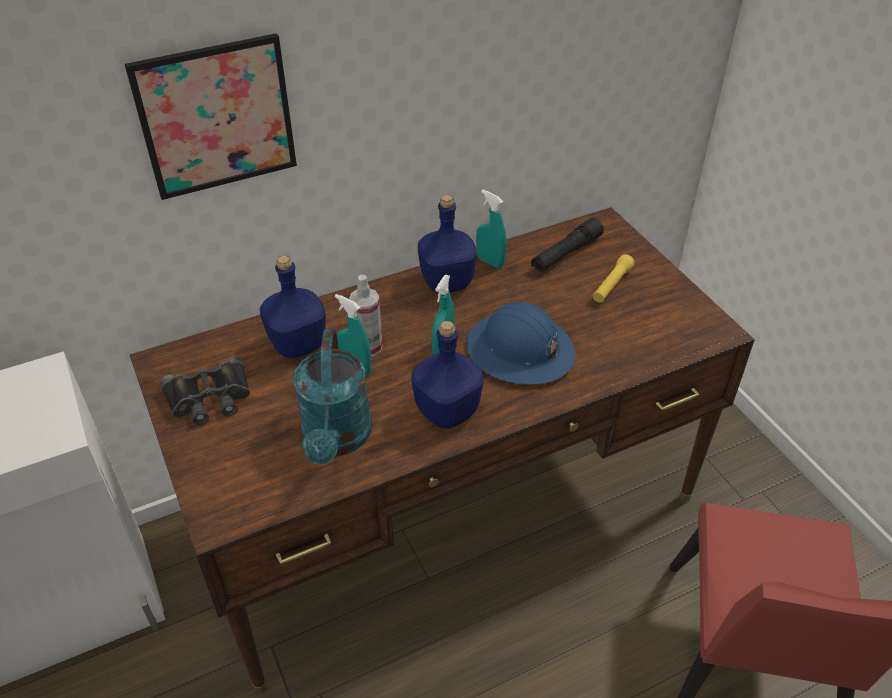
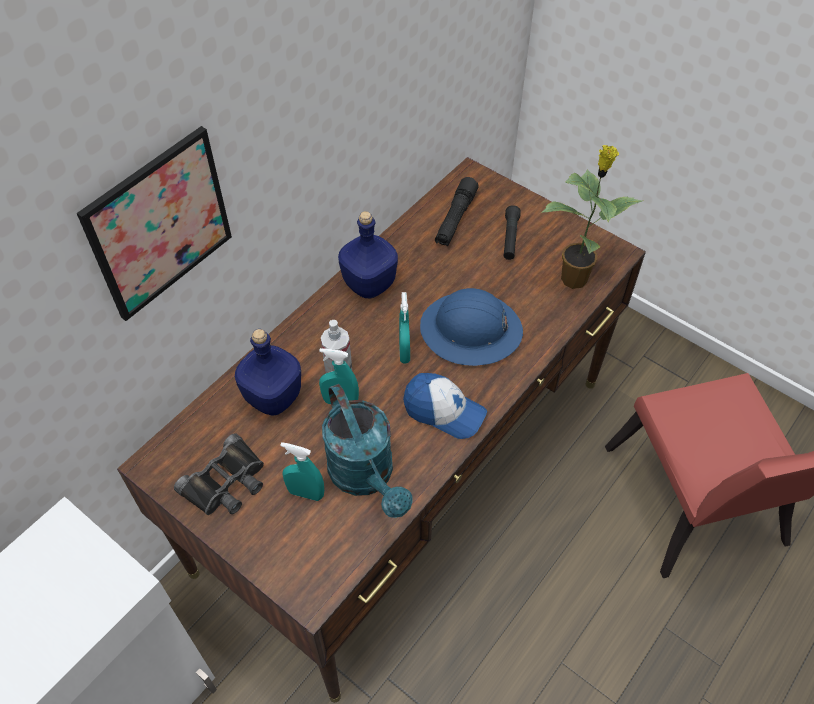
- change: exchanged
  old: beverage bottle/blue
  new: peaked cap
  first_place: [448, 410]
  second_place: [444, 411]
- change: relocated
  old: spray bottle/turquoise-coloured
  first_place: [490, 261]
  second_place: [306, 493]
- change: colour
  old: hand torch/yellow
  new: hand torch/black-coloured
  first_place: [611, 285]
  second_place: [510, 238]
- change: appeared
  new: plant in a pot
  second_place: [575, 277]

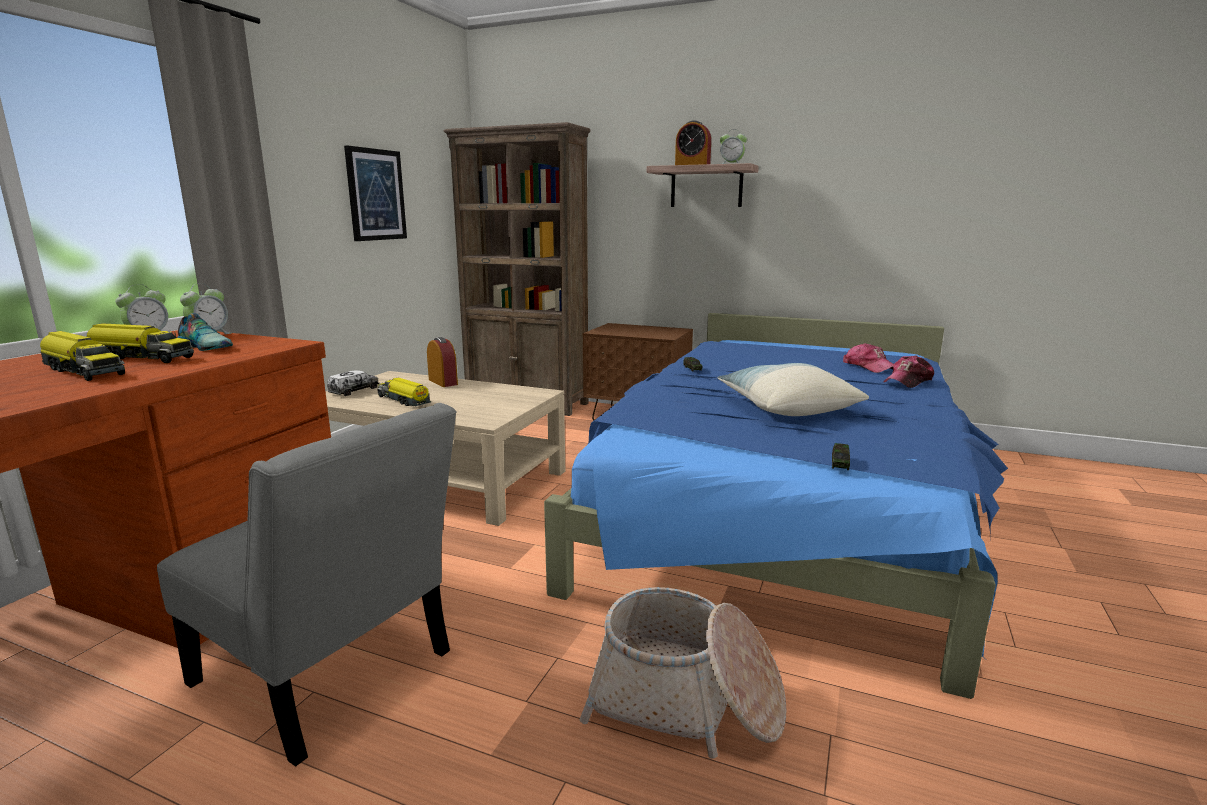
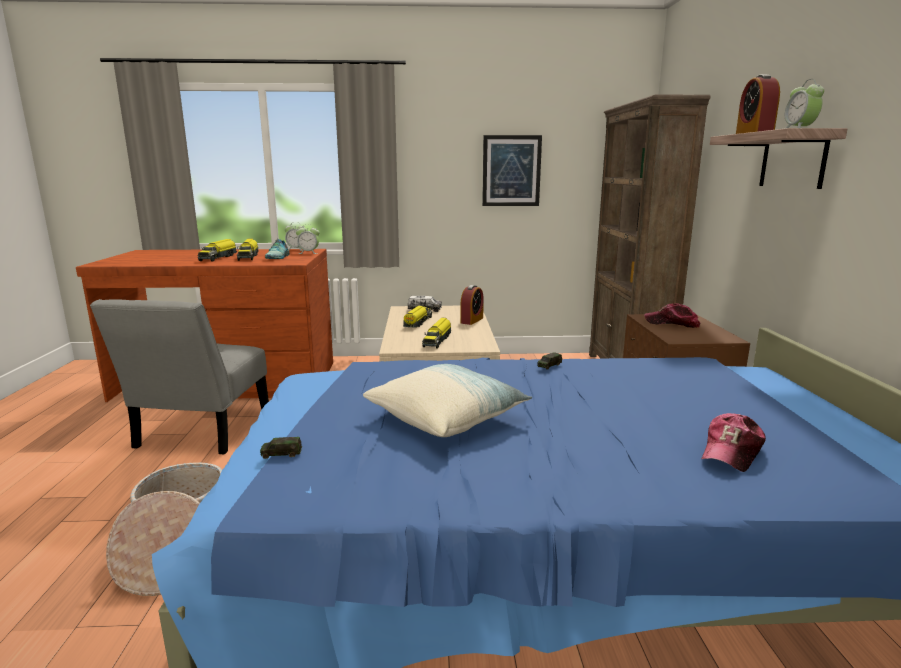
- change: relocated
  old: peaked cap
  first_place: [908, 381]
  second_place: [672, 323]
- change: appeared
  new: toy truck
  second_place: [437, 340]

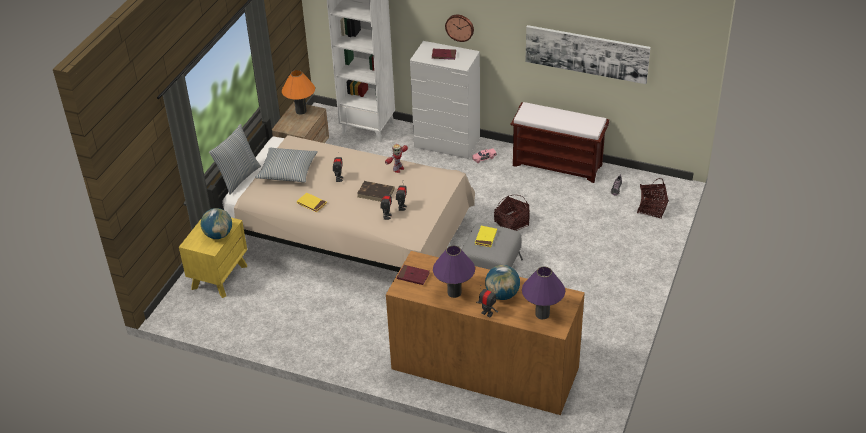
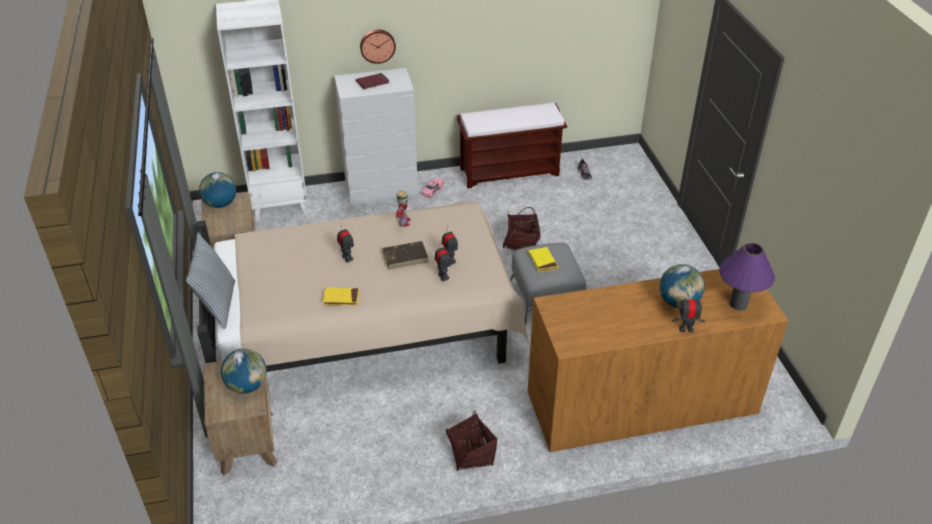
- change: colour
  old: nightstand/yellow
  new: nightstand/brown-coloured
  first_place: [219, 276]
  second_place: [247, 442]
- change: missing
  old: throw pillow
  first_place: [287, 171]
- change: exchanged
  old: lamp for a table/orangey
  new: desk globe
  first_place: [301, 111]
  second_place: [220, 204]
- change: missing
  old: book/red
  first_place: [413, 276]
- change: missing
  old: lamp for a table/purplish
  first_place: [454, 292]
- change: missing
  old: wall art
  first_place: [586, 53]
- change: relocated
  old: household basket
  first_place: [652, 209]
  second_place: [471, 454]

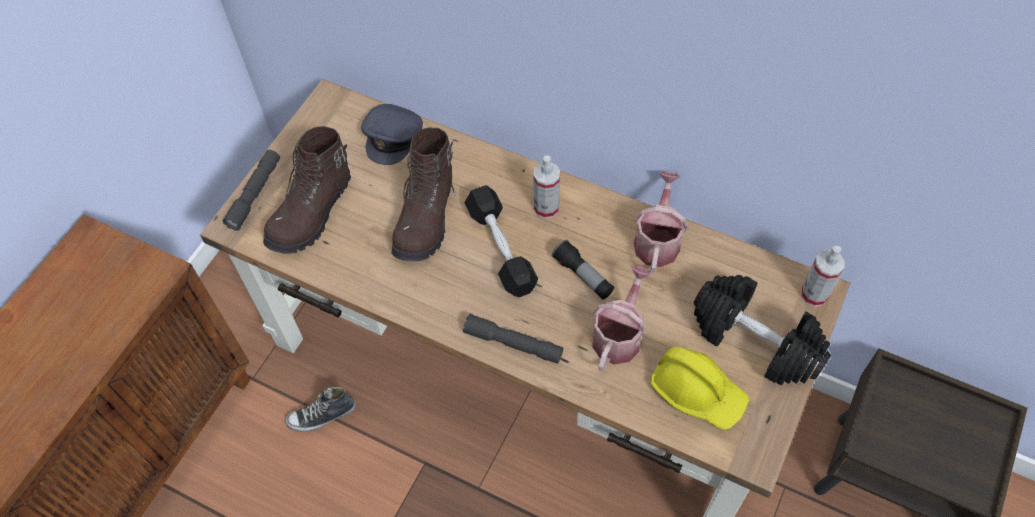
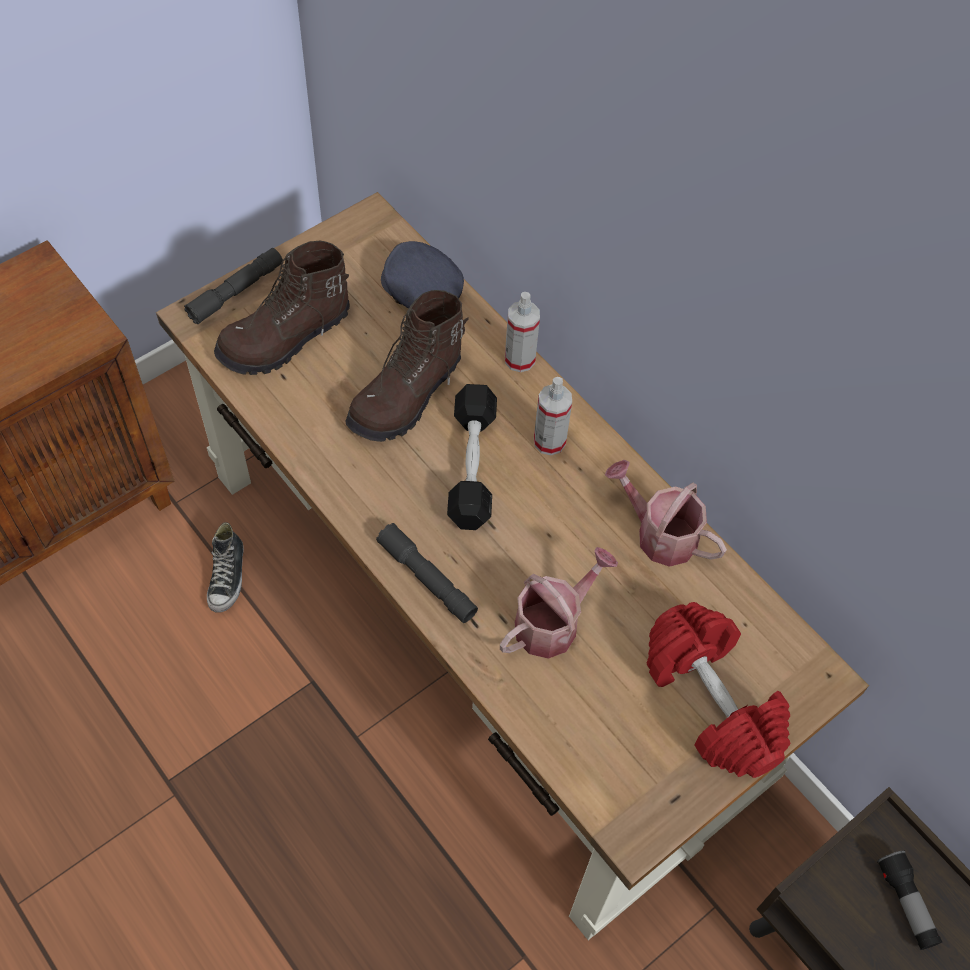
- change: spun
  old: shoe
  first_place: [322, 416]
  second_place: [227, 577]
  degrees: -90
- change: spun
  old: peaked cap/gray
  first_place: [393, 137]
  second_place: [420, 289]
  degrees: 90
- change: relocated
  old: hand torch
  first_place: [583, 276]
  second_place: [906, 904]
- change: spun
  old: sprinkling can
  first_place: [657, 240]
  second_place: [659, 534]
  degrees: -90
- change: missing
  old: hard hat/yellow
  first_place: [697, 392]
- change: colour
  old: free weight/black-coloured
  new: free weight/red
  first_place: [756, 340]
  second_place: [712, 702]
- change: relocated
  old: spray bottle
  first_place: [814, 294]
  second_place: [519, 359]

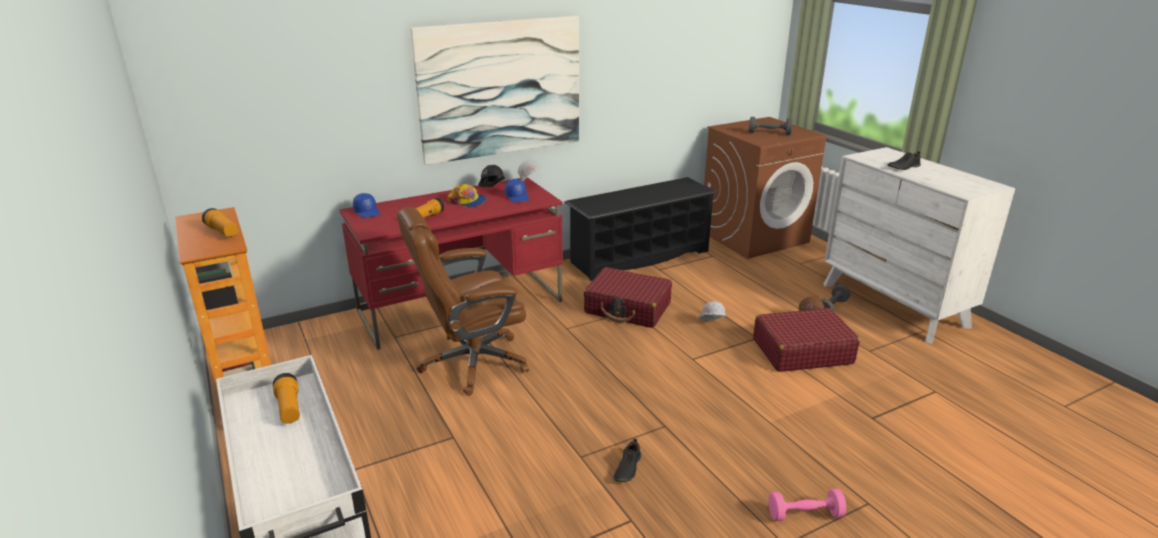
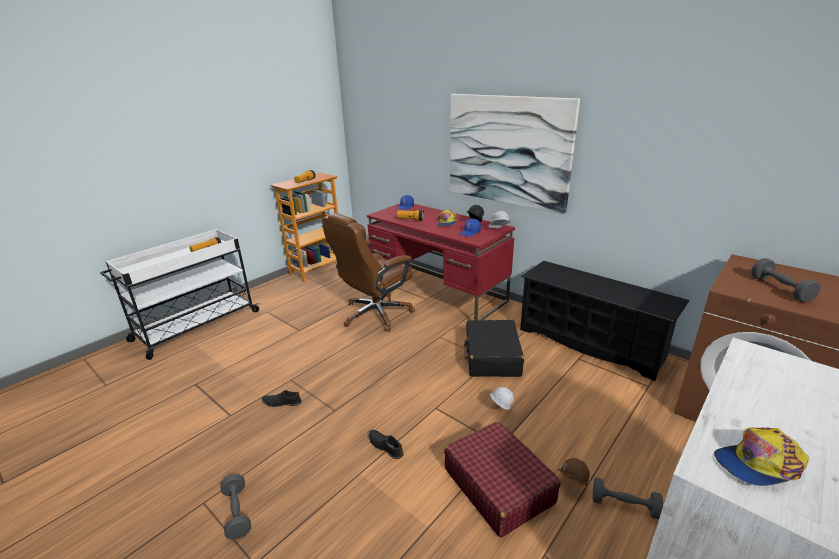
- change: spun
  old: office chair/brown-coloured
  first_place: [471, 363]
  second_place: [375, 314]
  degrees: -90
- change: colour
  old: piece of luggage/red
  new: piece of luggage/black-coloured
  first_place: [628, 308]
  second_place: [492, 357]
- change: colour
  old: free weight/pink-coloured
  new: free weight/gray
  first_place: [804, 514]
  second_place: [237, 513]
- change: relocated
  old: shoe/black-coloured
  first_place: [903, 167]
  second_place: [385, 446]
- change: appeared
  new: peaked cap
  second_place: [758, 463]

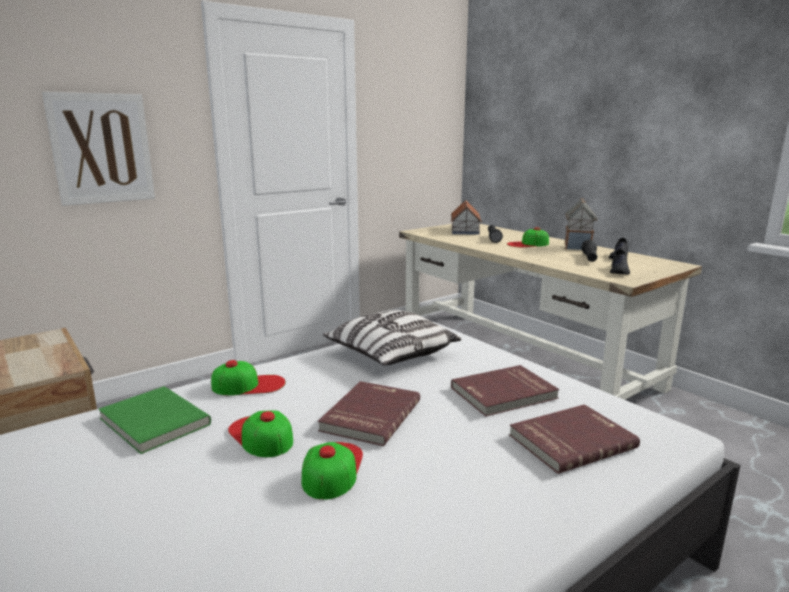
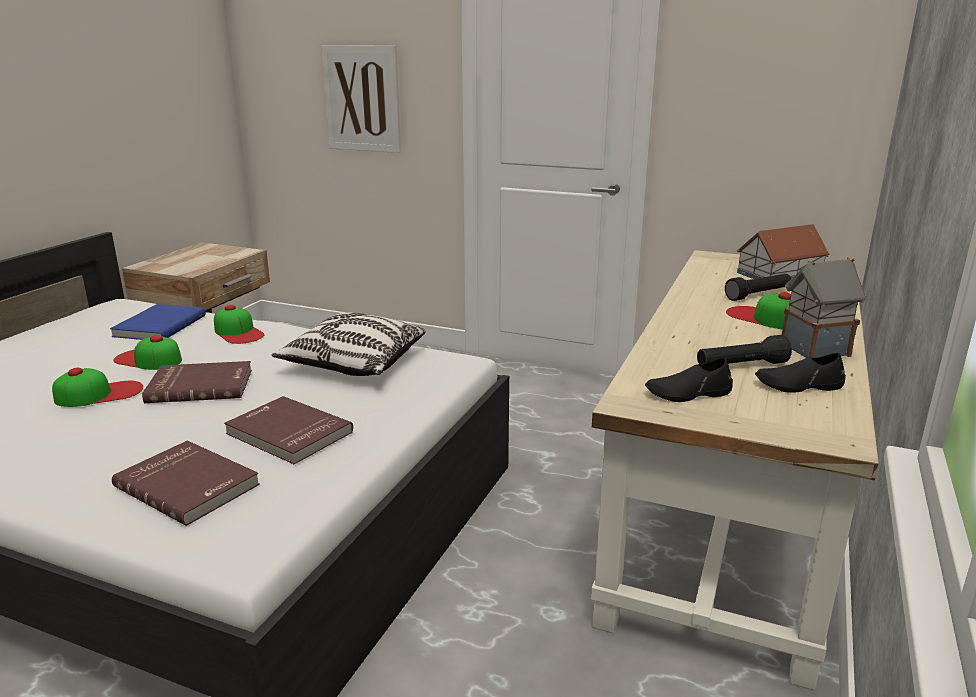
- change: colour
  old: book/green
  new: book/blue
  first_place: [153, 422]
  second_place: [159, 326]
- change: spun
  old: peaked cap
  first_place: [260, 435]
  second_place: [148, 359]
  degrees: -90

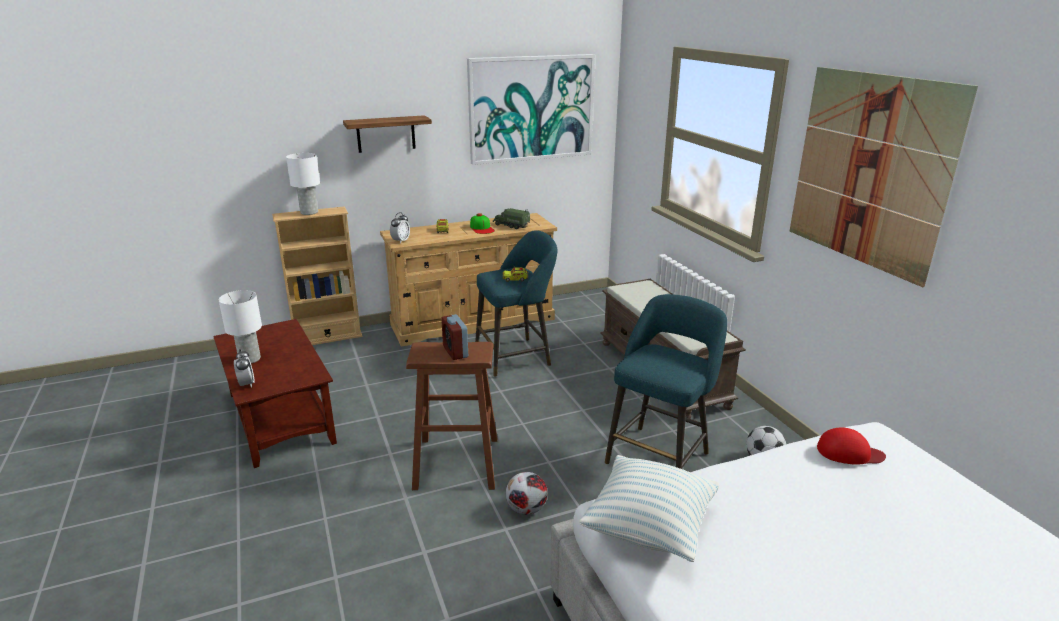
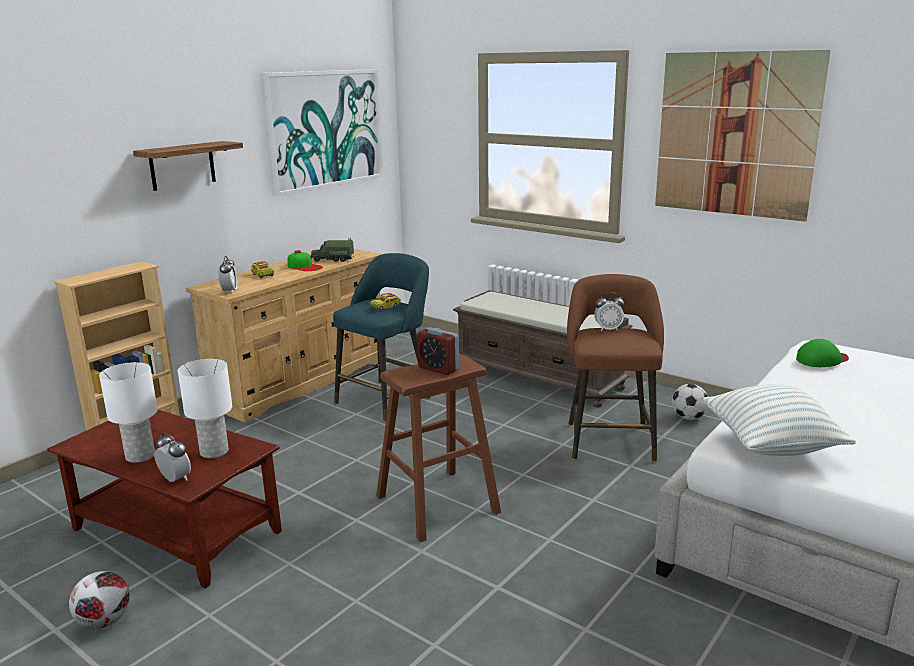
- change: relocated
  old: lamp for a table/white-coloured
  first_place: [309, 212]
  second_place: [214, 451]
- change: relocated
  old: football ball
  first_place: [526, 510]
  second_place: [104, 622]
- change: colour
  old: stool/turquoise-coloured
  new: stool/brown-coloured
  first_place: [660, 455]
  second_place: [609, 439]
- change: colour
  old: peaked cap/red
  new: peaked cap/green
  first_place: [849, 452]
  second_place: [822, 360]
- change: appeared
  new: table clock
  second_place: [608, 329]

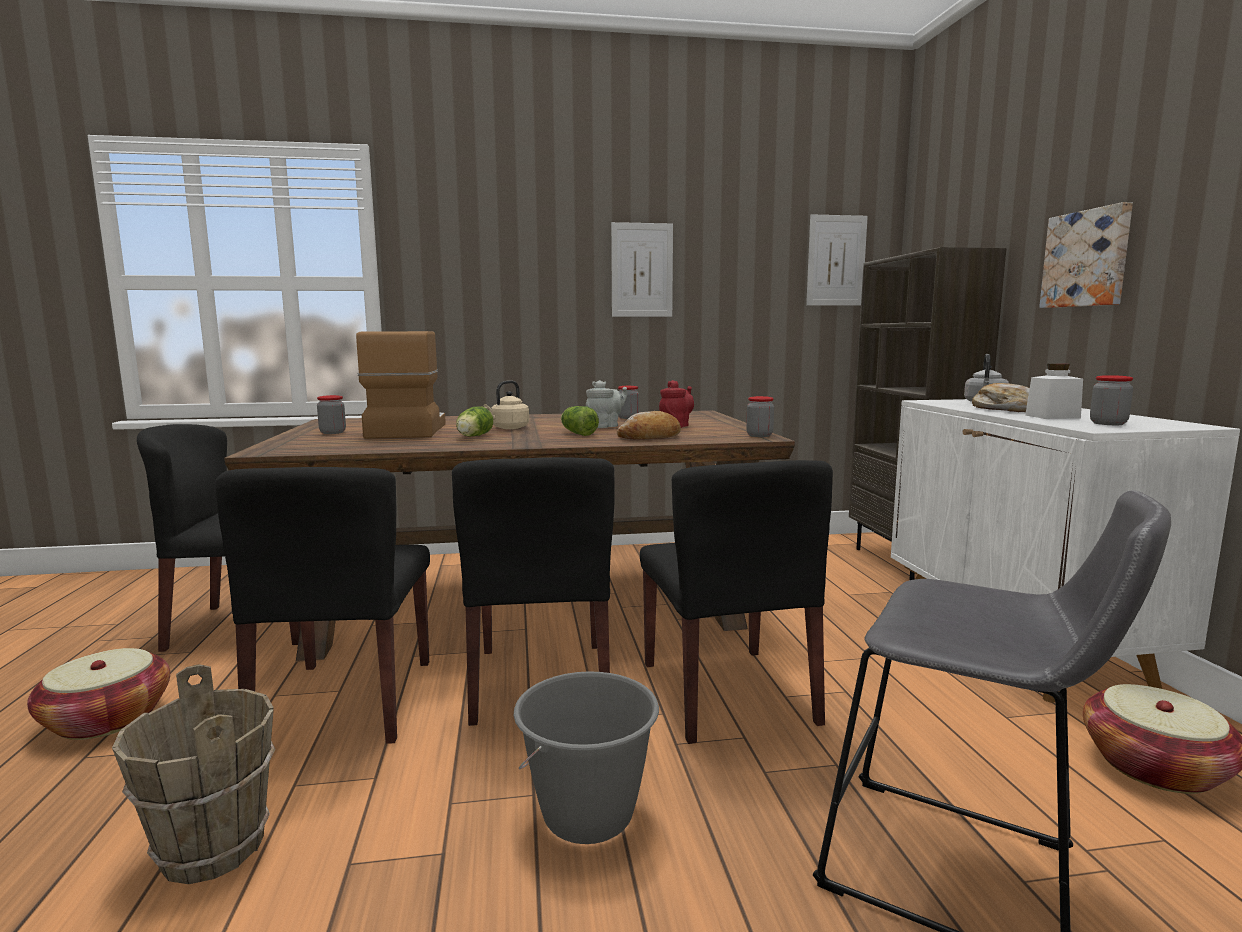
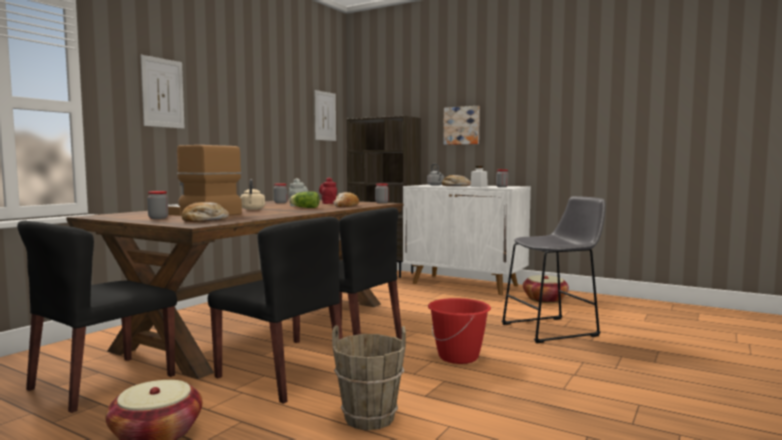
- change: missing
  old: lettuce head
  first_place: [473, 437]
- change: colour
  old: water bucket/gray
  new: water bucket/red
  first_place: [588, 814]
  second_place: [458, 357]
- change: relocated
  old: wall art
  first_place: [642, 270]
  second_place: [162, 93]
- change: missing
  old: upright chair/black-coloured
  first_place: [727, 693]
- change: appeared
  new: baked bread
  second_place: [205, 220]

